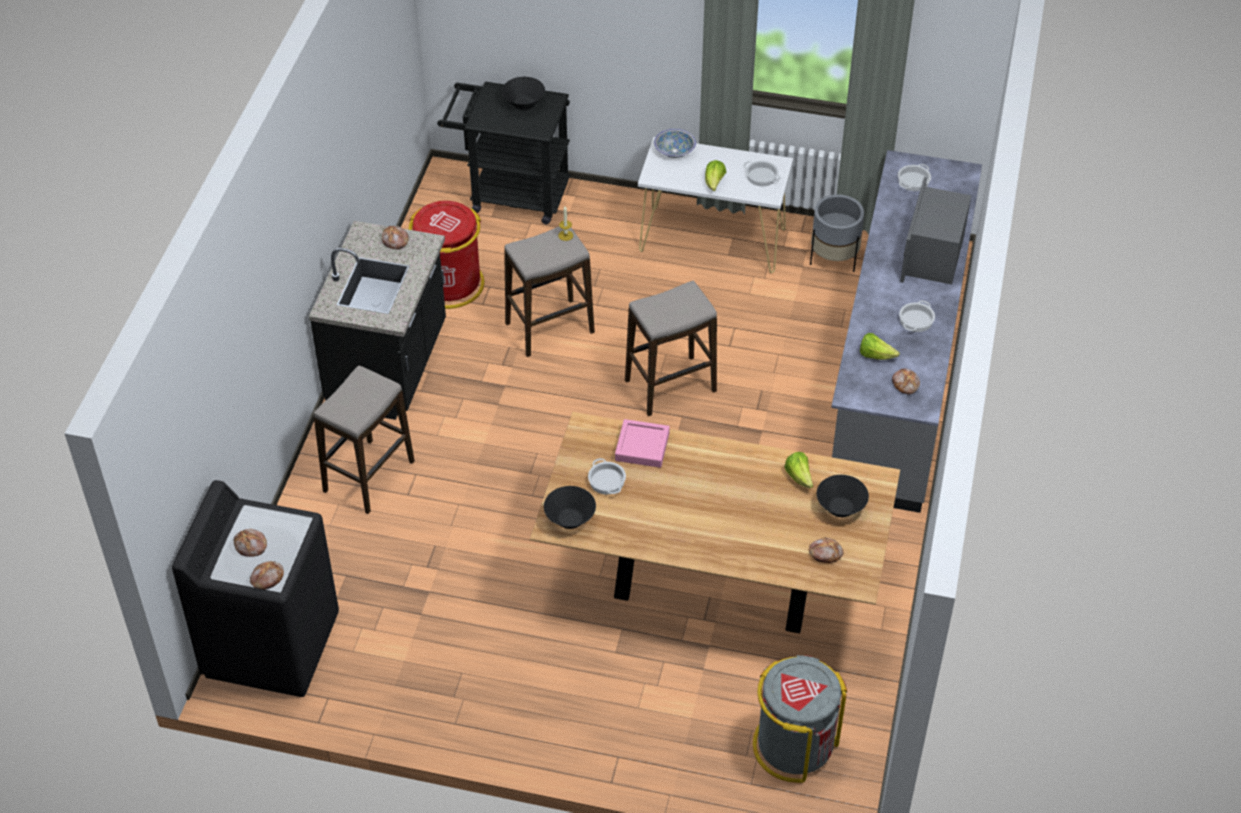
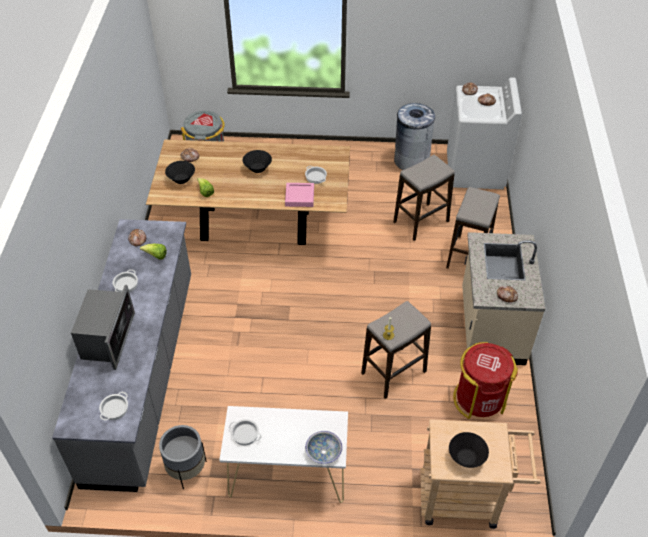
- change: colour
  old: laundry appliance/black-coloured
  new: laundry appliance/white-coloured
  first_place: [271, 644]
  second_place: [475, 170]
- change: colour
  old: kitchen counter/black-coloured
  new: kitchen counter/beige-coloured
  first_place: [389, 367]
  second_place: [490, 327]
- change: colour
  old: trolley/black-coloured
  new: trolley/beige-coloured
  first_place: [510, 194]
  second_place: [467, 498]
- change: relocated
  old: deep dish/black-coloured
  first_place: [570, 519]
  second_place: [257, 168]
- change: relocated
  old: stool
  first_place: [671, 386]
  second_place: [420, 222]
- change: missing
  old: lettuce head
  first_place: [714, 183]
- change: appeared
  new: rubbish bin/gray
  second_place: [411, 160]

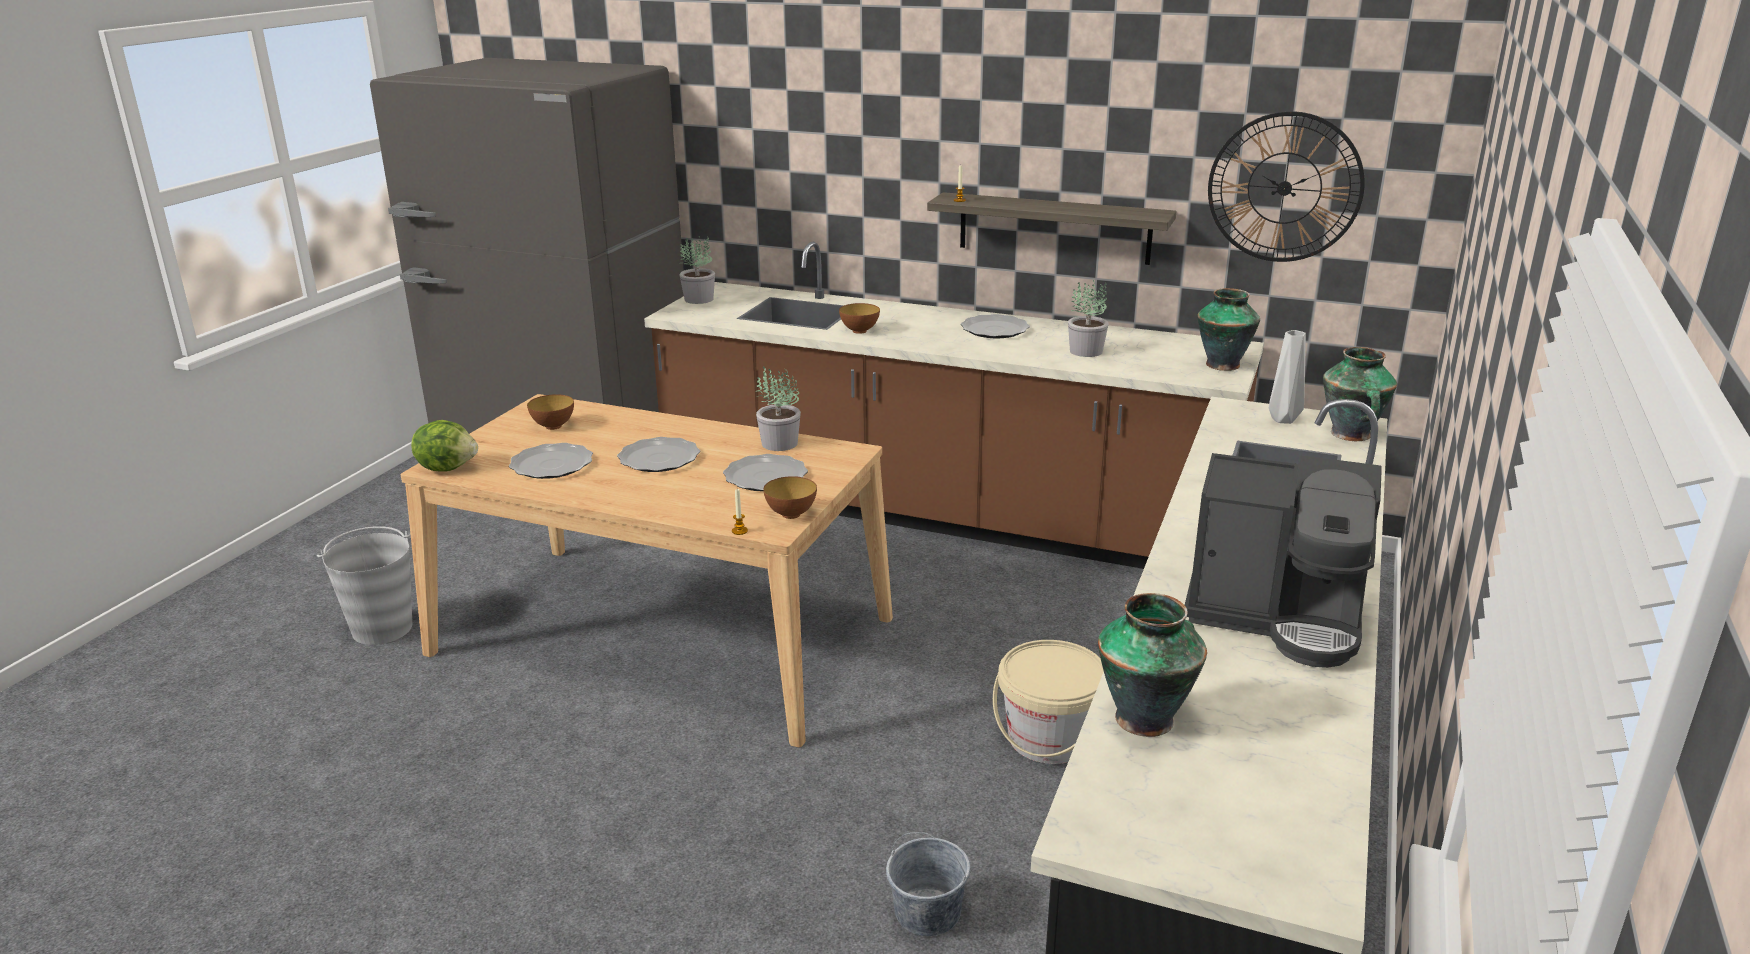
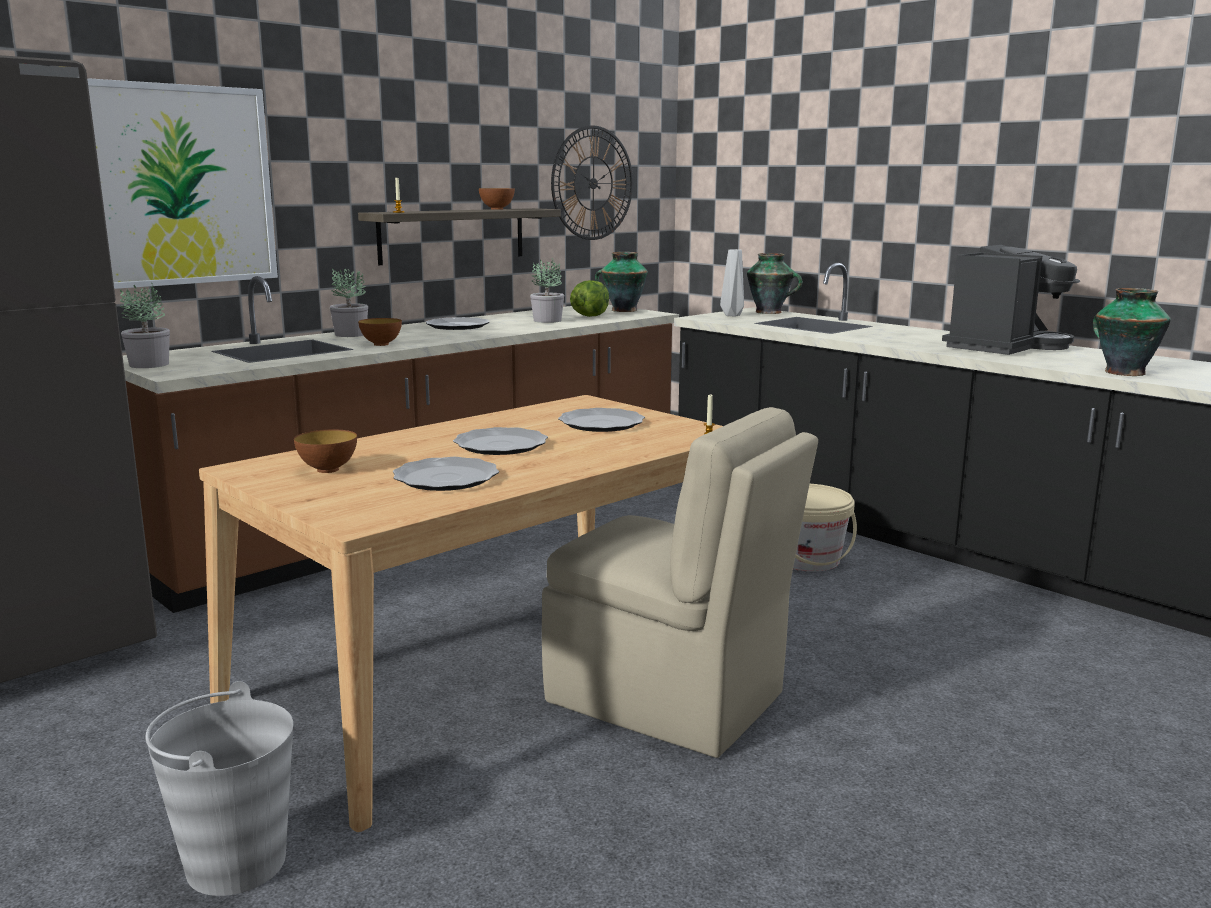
- change: relocated
  old: lettuce head
  first_place: [448, 467]
  second_place: [589, 316]
- change: relocated
  old: plant in a pot
  first_place: [778, 443]
  second_place: [350, 334]
- change: relocated
  old: deep dish
  first_place: [791, 514]
  second_place: [497, 209]
- change: missing
  old: water bucket/gray
  first_place: [928, 912]
- change: appeared
  new: wall art
  second_place: [174, 186]
- change: appeared
  new: upright chair/beige-coloured
  second_place: [670, 700]

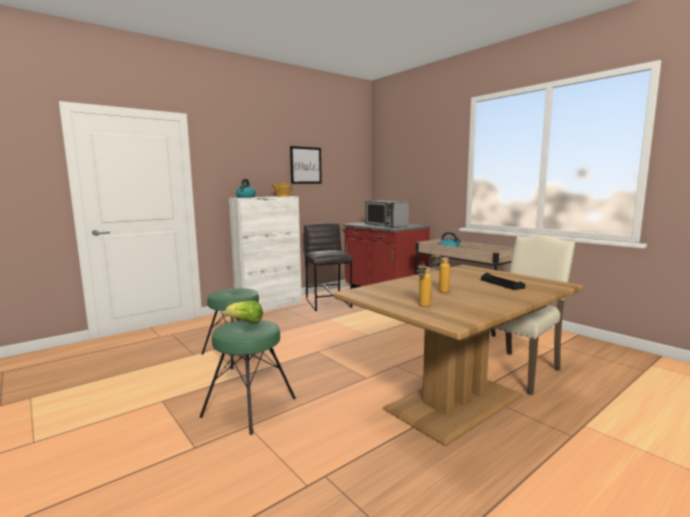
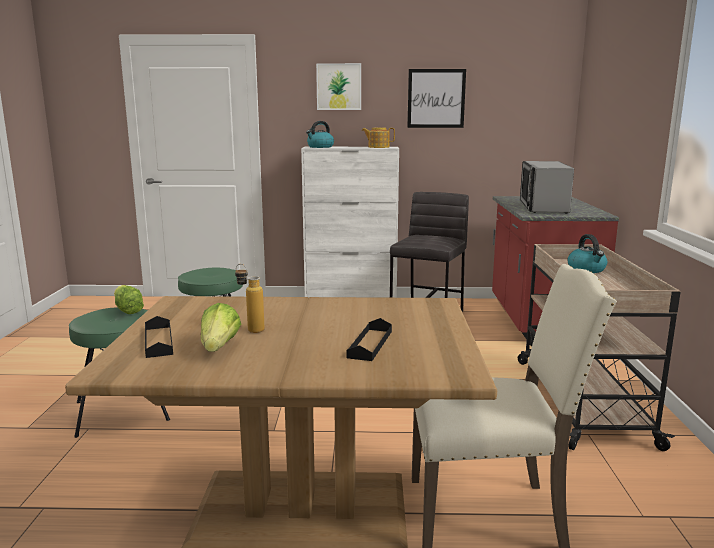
- change: exchanged
  old: beverage bottle
  new: tray/black-coloured
  first_place: [423, 306]
  second_place: [158, 341]
- change: appeared
  new: lettuce head
  second_place: [219, 347]
- change: appeared
  new: wall art
  second_place: [339, 87]

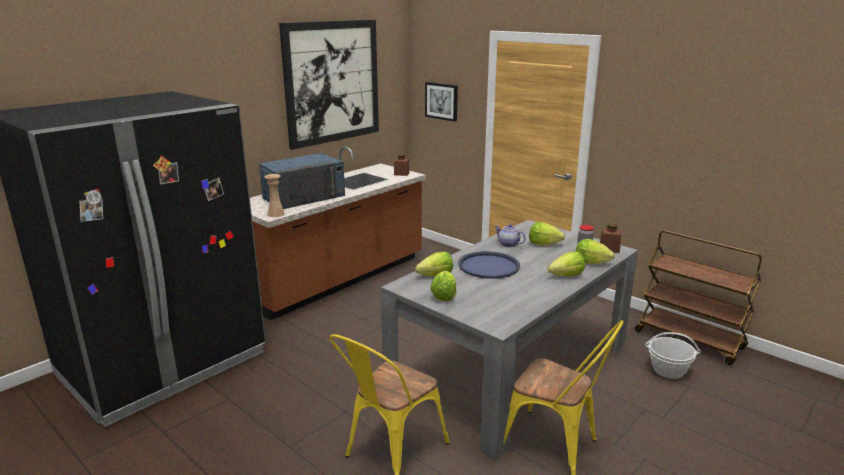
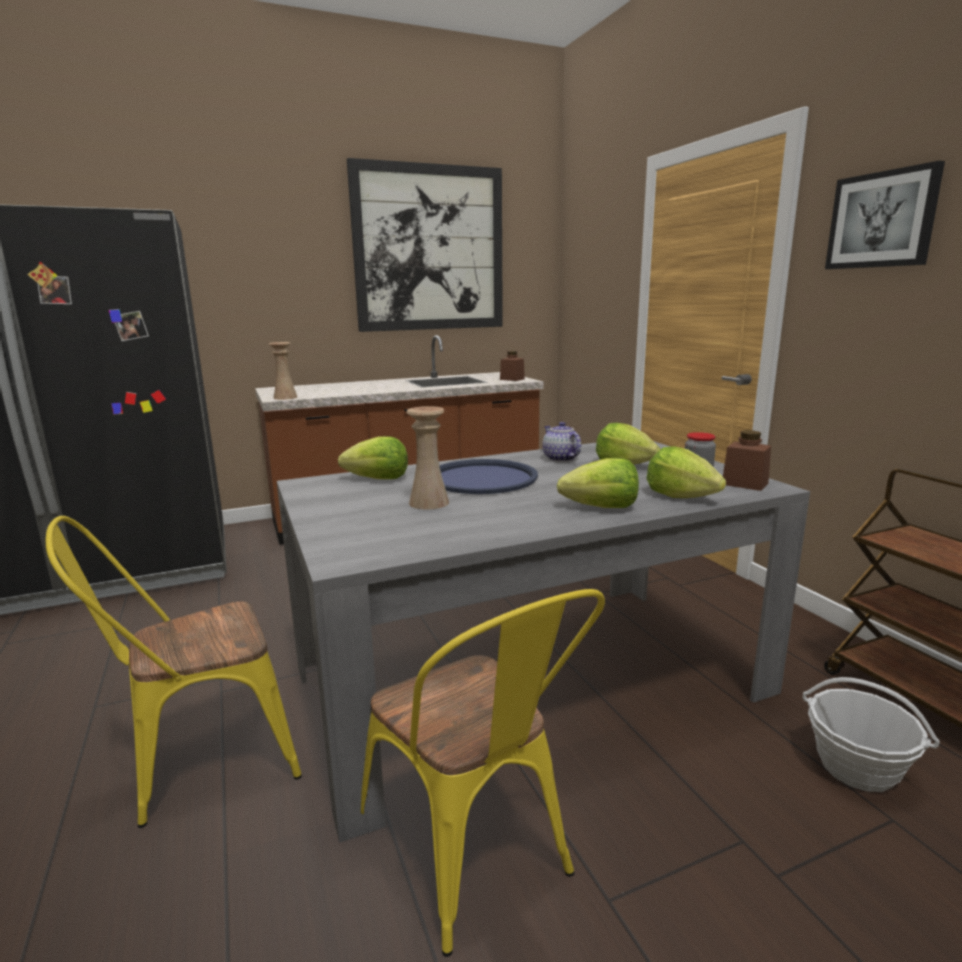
- change: missing
  old: microwave/blue
  first_place: [304, 196]
- change: relocated
  old: wall art
  first_place: [441, 101]
  second_place: [882, 220]
- change: missing
  old: lettuce head
  first_place: [444, 296]
- change: appeared
  new: vase/beige-coloured
  second_place: [429, 502]

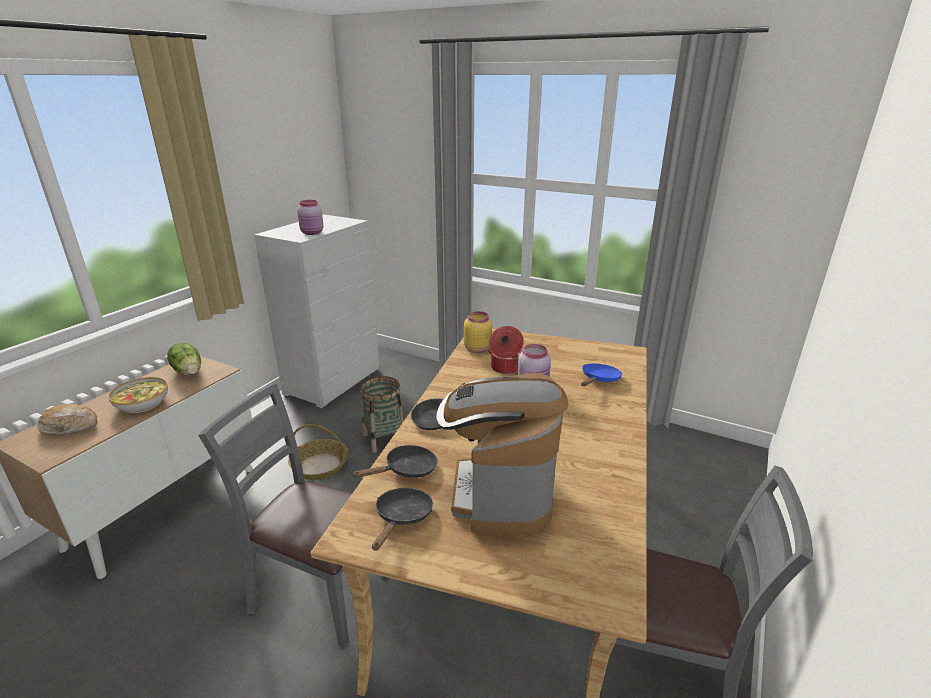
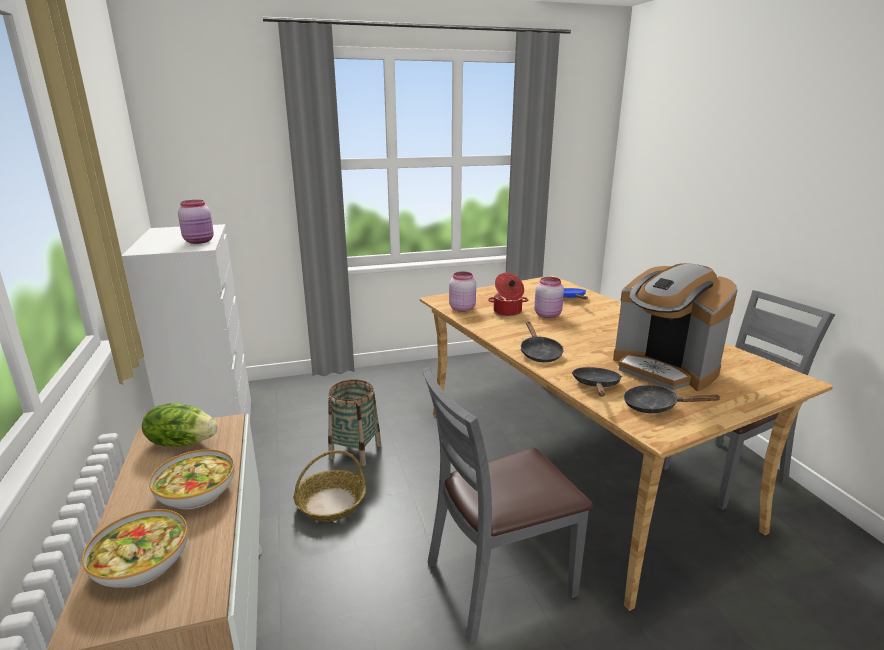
- change: exchanged
  old: baked bread
  new: deep dish
  first_place: [70, 426]
  second_place: [142, 562]
- change: spun
  old: pan/black-coloured
  first_place: [402, 518]
  second_place: [655, 406]
  degrees: -45
- change: colour
  old: jar/yellow
  new: jar/pink-coloured
  first_place: [478, 349]
  second_place: [462, 308]

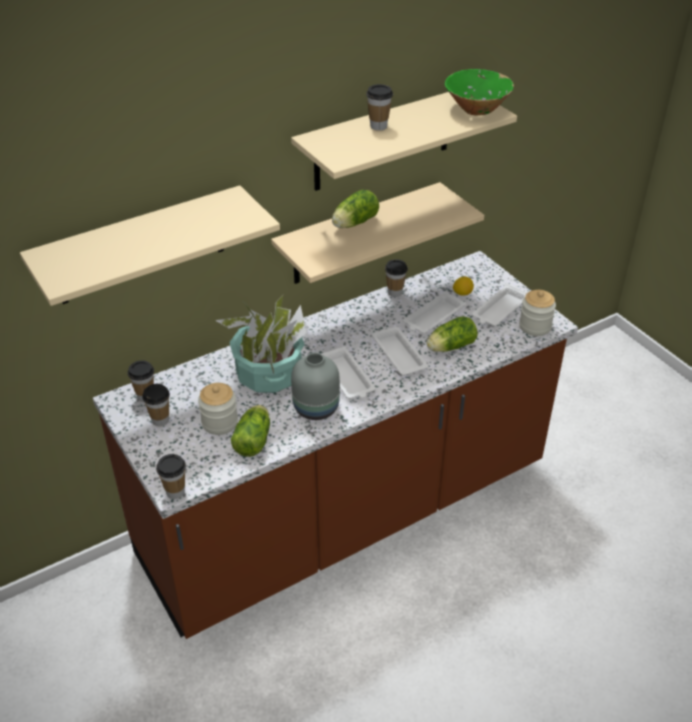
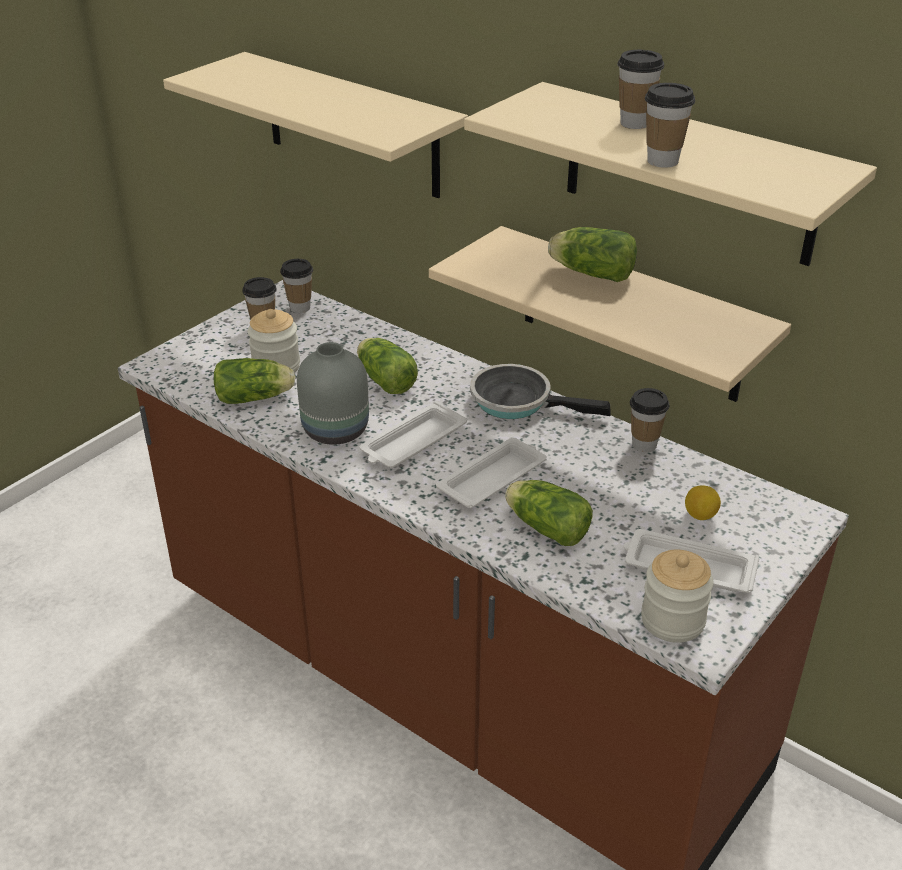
- change: relocated
  old: cup
  first_place: [175, 492]
  second_place: [662, 161]
- change: exchanged
  old: plant in a pot
  new: lettuce head
  first_place: [269, 374]
  second_place: [384, 379]
- change: missing
  old: tray/white-coloured
  first_place: [433, 317]
- change: missing
  old: deep dish/green
  first_place: [476, 109]
- change: appeared
  new: pan
  second_place: [518, 401]

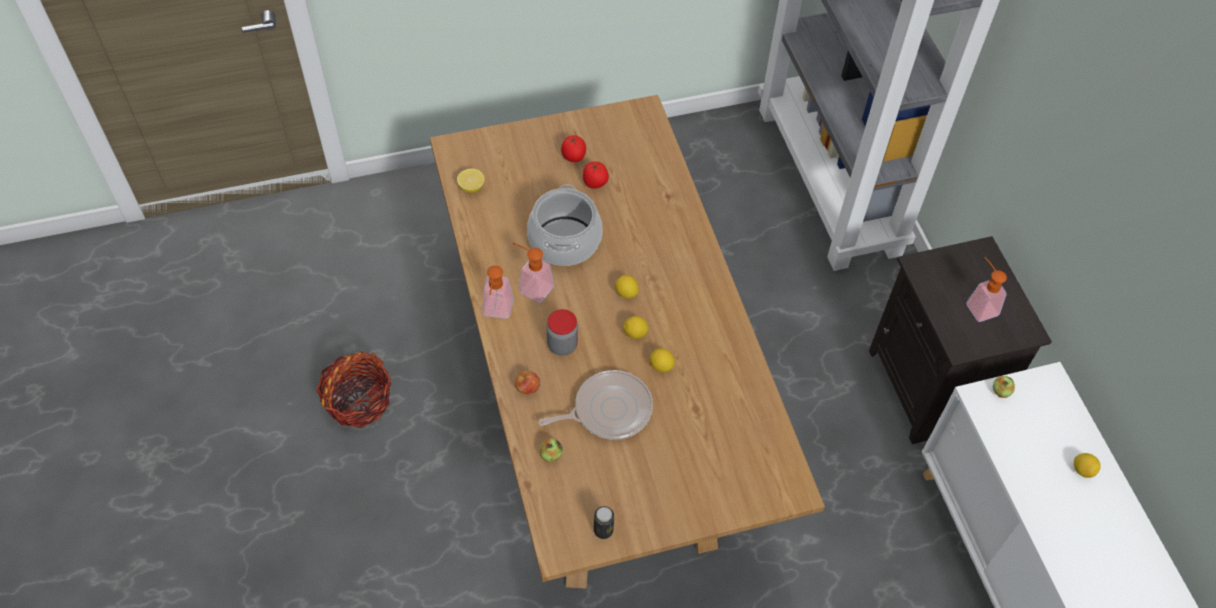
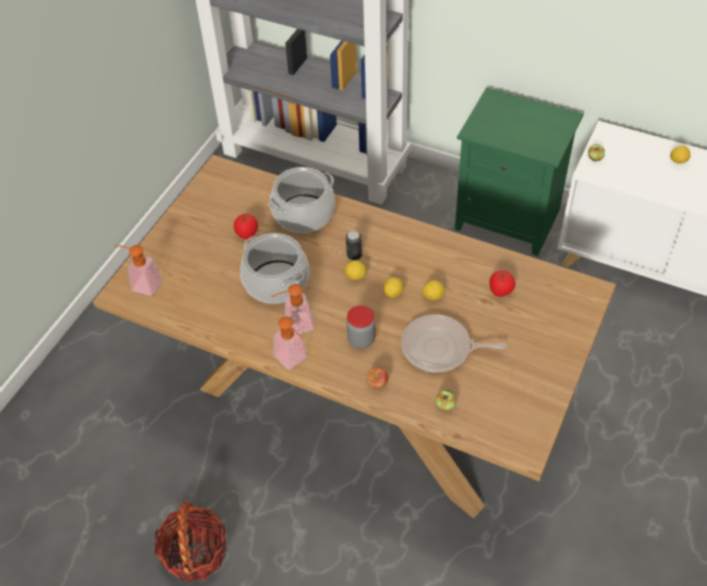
- change: missing
  old: whole lemon
  first_place: [471, 187]
- change: spun
  old: pan
  first_place: [608, 410]
  second_place: [440, 348]
  degrees: -105
- change: relocated
  old: fresh tomato
  first_place: [573, 158]
  second_place: [500, 291]
- change: relocated
  old: metal can
  first_place: [603, 530]
  second_place: [354, 255]
- change: colour
  old: nightstand/black-coloured
  new: nightstand/green
  first_place: [932, 388]
  second_place: [509, 218]
- change: relocated
  old: liquid soap bottle
  first_place: [978, 305]
  second_place: [142, 284]
- change: appeared
  new: saucepot
  second_place: [303, 214]

